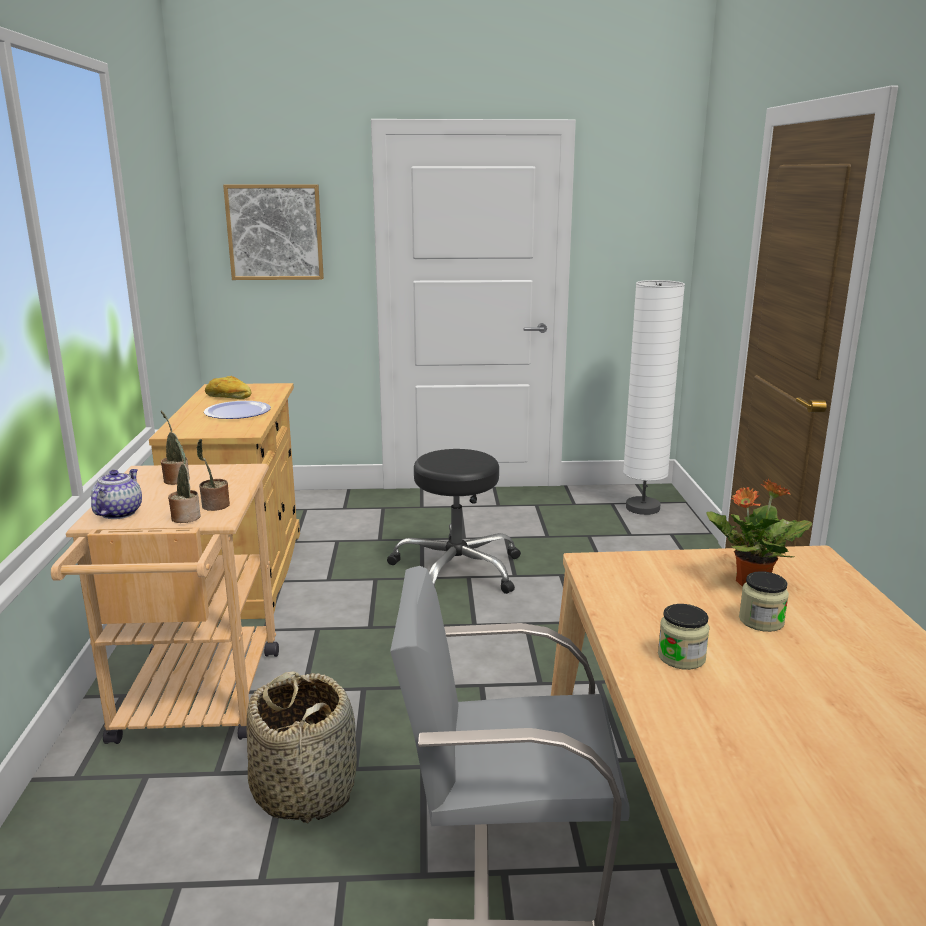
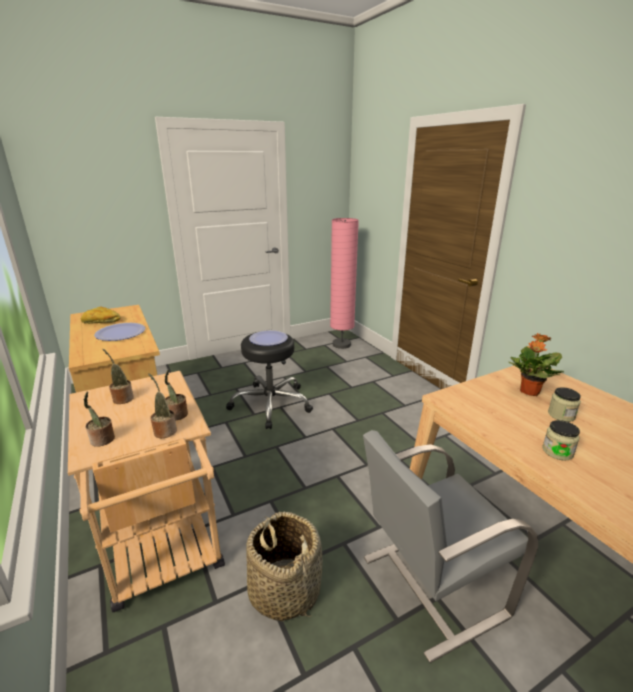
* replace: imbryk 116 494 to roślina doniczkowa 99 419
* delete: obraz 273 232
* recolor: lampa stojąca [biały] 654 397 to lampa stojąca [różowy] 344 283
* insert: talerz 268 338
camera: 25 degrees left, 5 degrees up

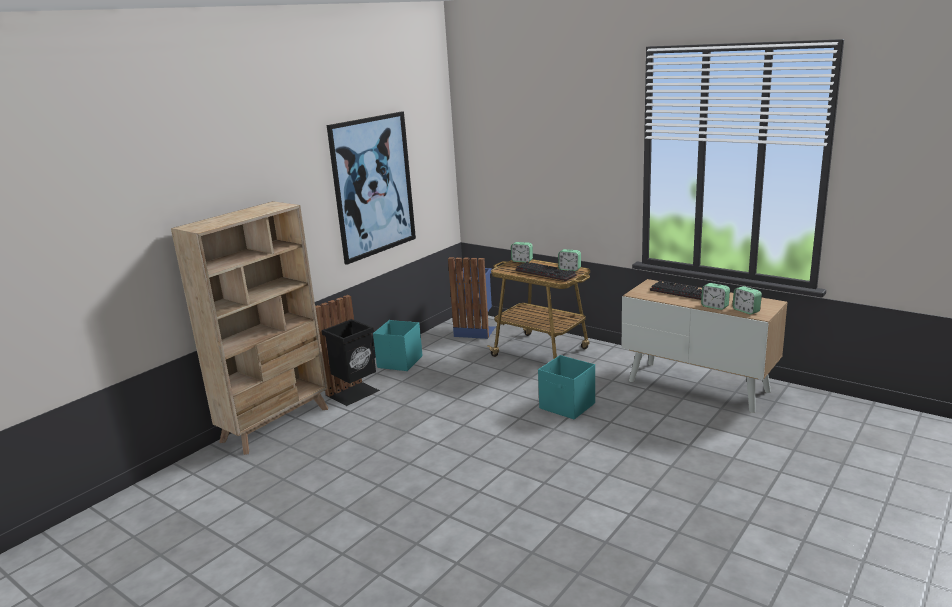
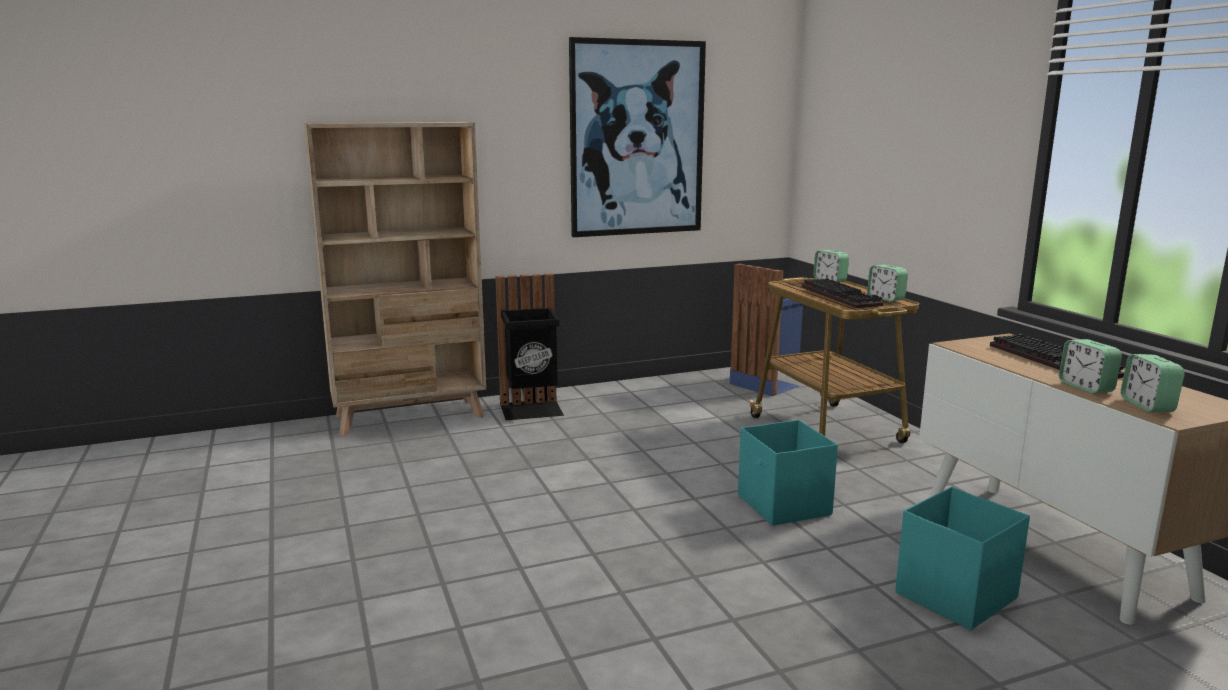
* move: pojemnik do przechowywania [turkusowy] 397 345 to 962 558
camera: 30 degrees right, 5 degrees down

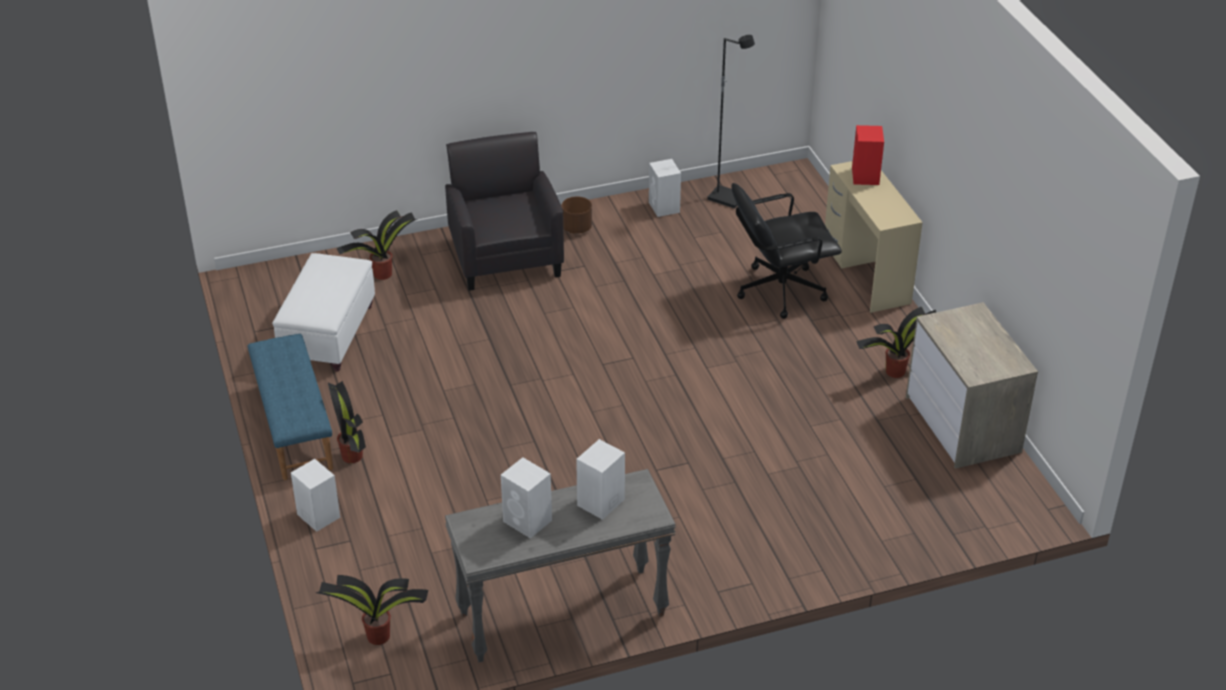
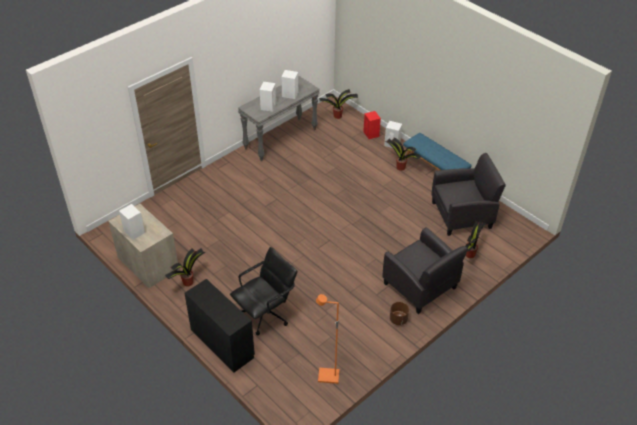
* replace: pufa [biały] 323 312 to fotel [czarny] 469 194
* move: głośnik [biały] 665 188 to 132 222
* recolor: lampa stojąca [czarny] 731 121 to lampa stojąca [pomarańczowy] 327 339
* recolor: biurko [beżowy] 874 237 to biurko [czarny] 219 325
* move: głośnik [czerwony] 868 155 to 372 125
camera: 155 degrees right, 5 degrees up

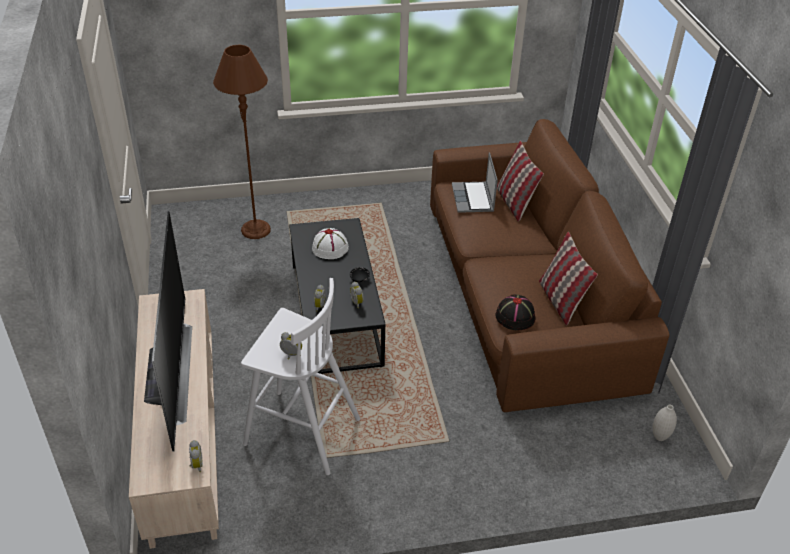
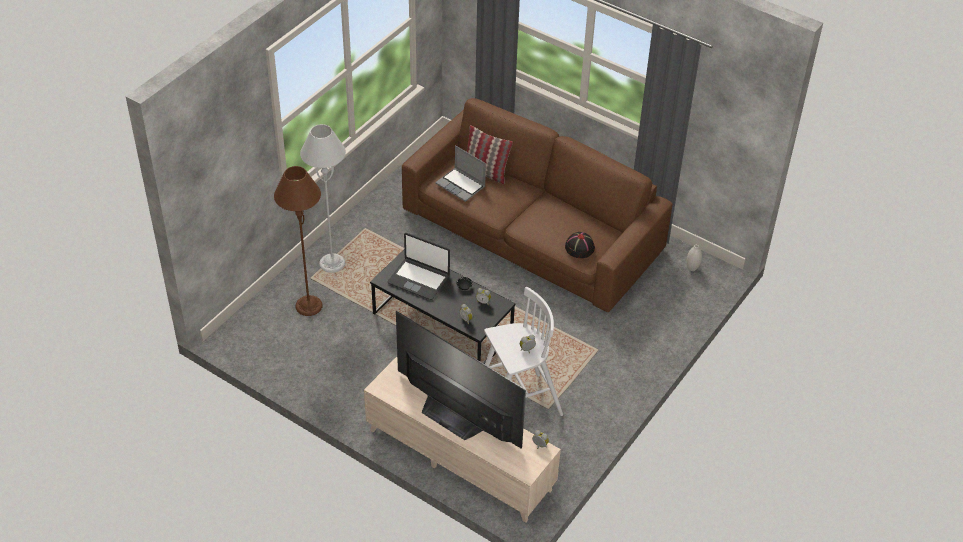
* replace: kapelusz [biały] 330 243 to laptop 419 266
* delete: poduszka 568 278
* insert: lampa stojąca [szary] 323 198
camera: 45 degrees left, 5 degrees up

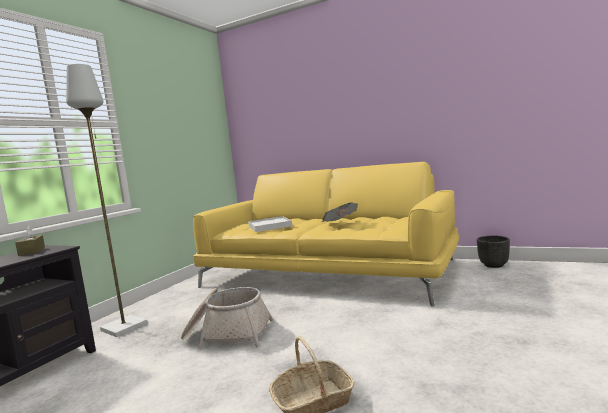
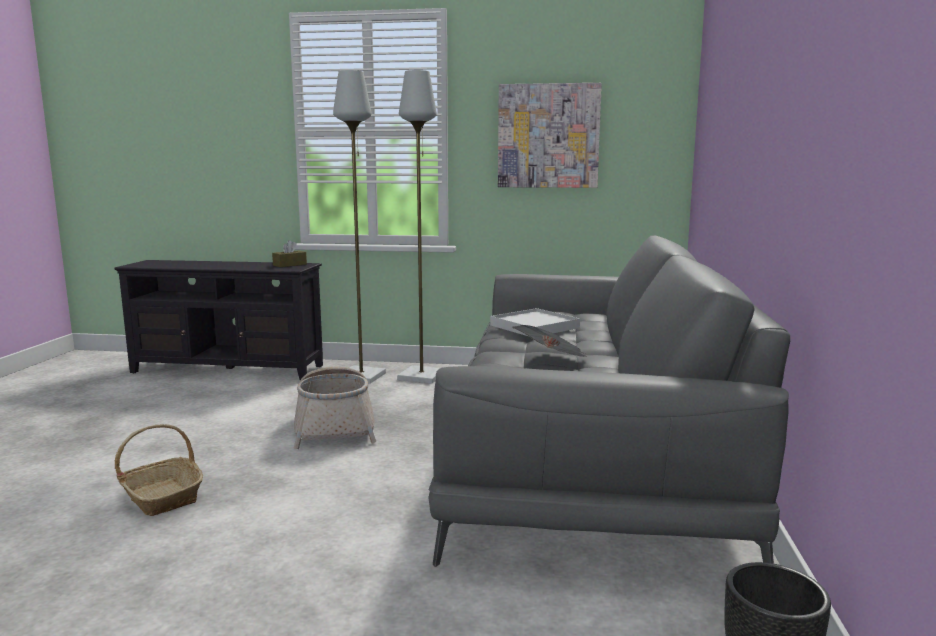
* recolor: kanapa [żółty] 326 234 to kanapa [szary] 609 401
* insert: lampa stojąca [szary] 418 227
* insert: obraz 550 135
camera: 70 degrees right, 5 degrees up

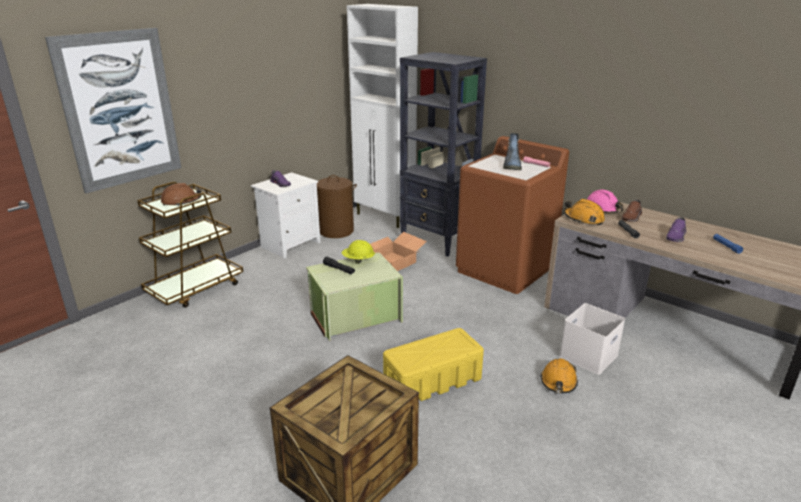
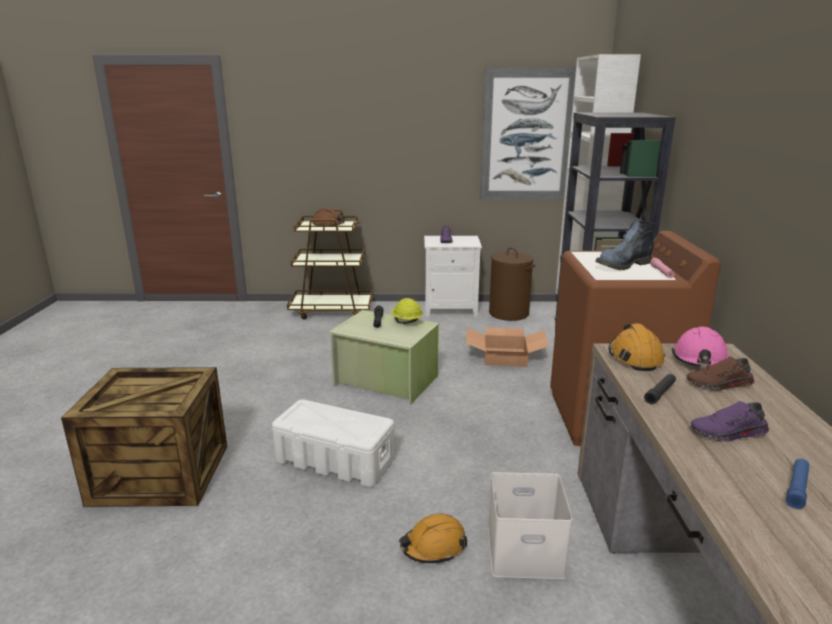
* move: obraz 113 111 to 528 133
* recolor: pojemnik do przechowywania [żółty] 433 364 to pojemnik do przechowywania [biały] 333 443
camera: 50 degrees right, 5 degrees down

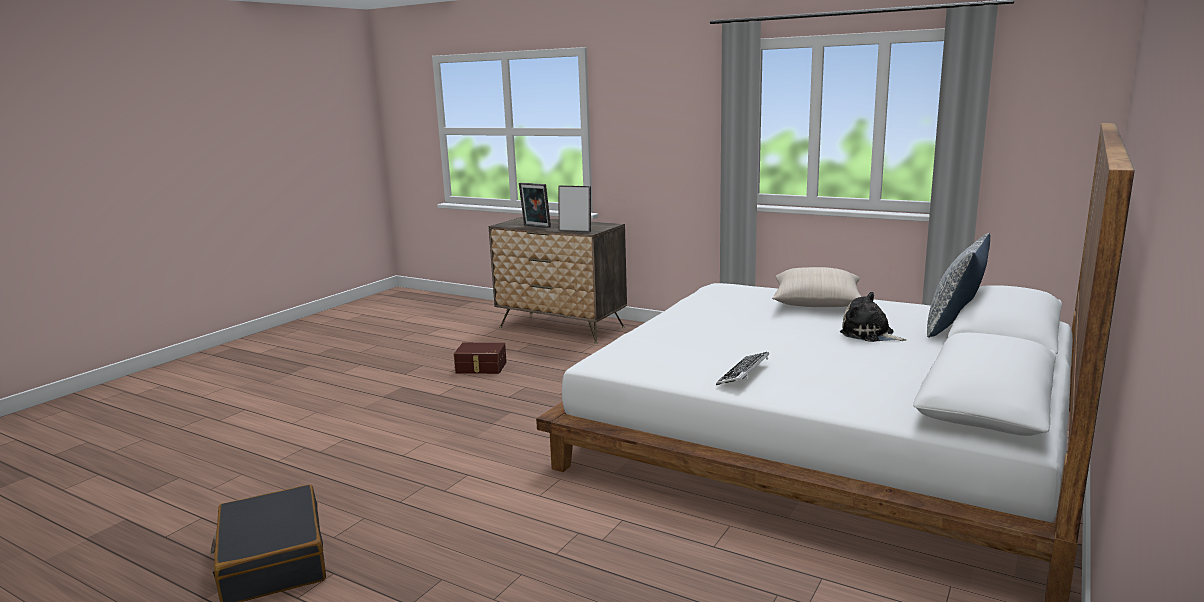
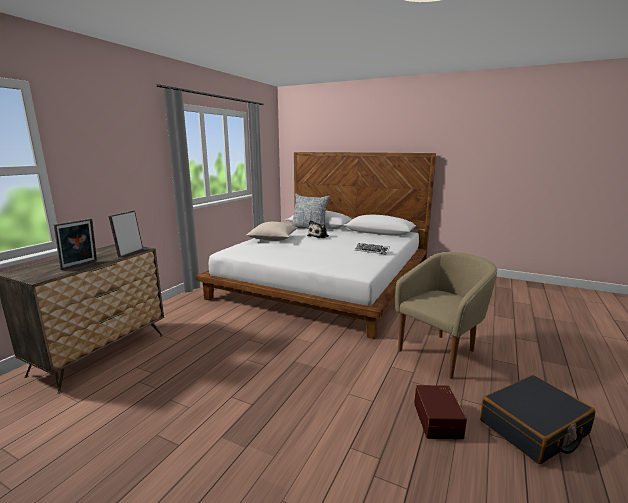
* move: pojemnik do przechowywania [brązowy] 480 358 to 440 412
* insert: fotel [beżowy] 446 315
camera: 95 degrees left, 0 degrees up

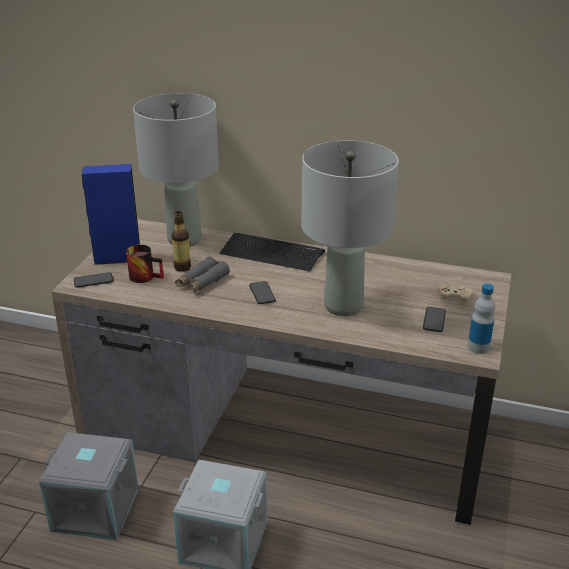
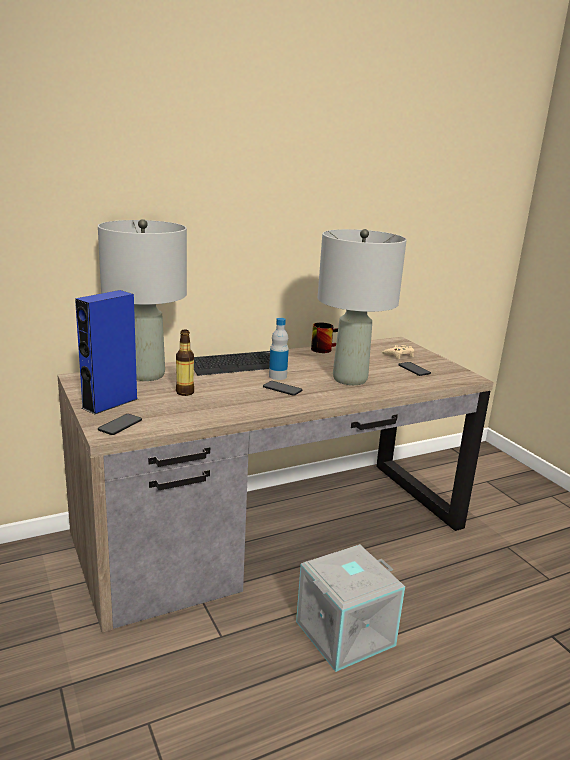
* delete: pojemnik do przechowywania [szary] 89 486
* move: kubek 145 264 to 324 338
* delete: lornetka [szary] 202 275
* move: butelka 481 319 to 279 349
camera: 45 degrees left, 10 degrees down

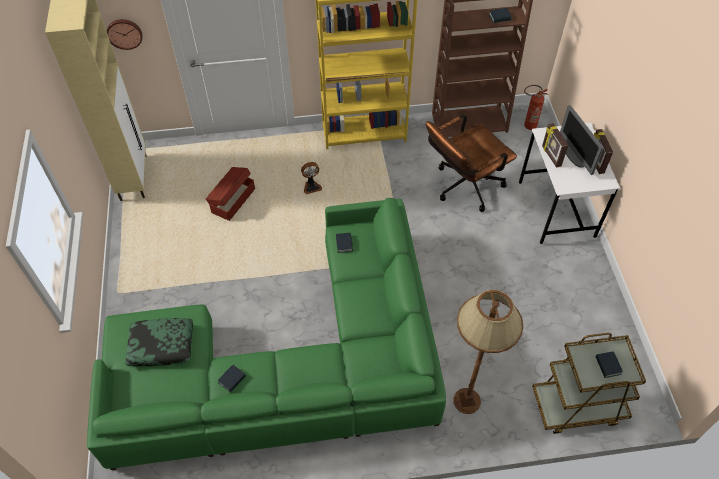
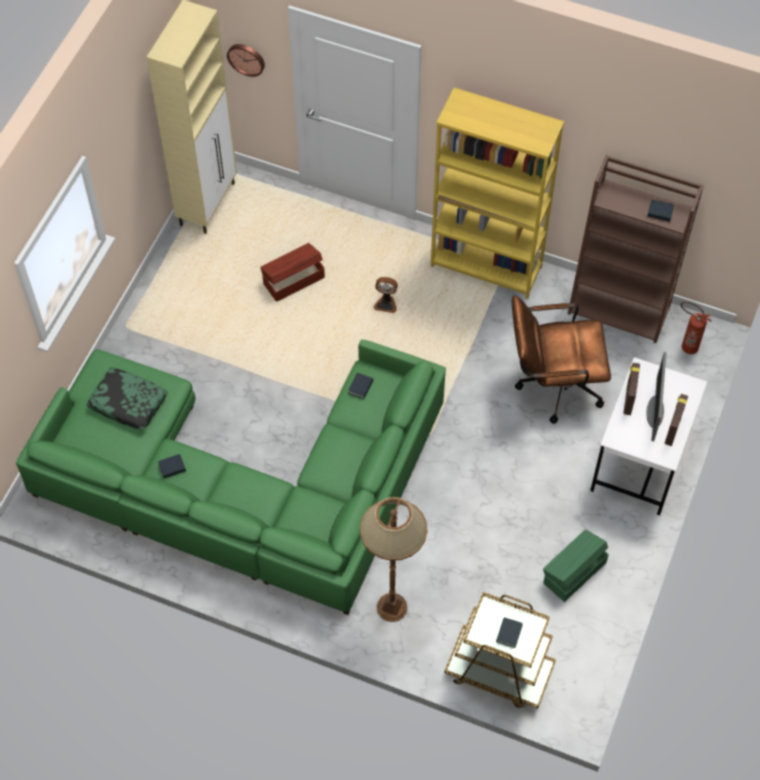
* insert: pojemnik do przechowywania [zielony] 576 565
camera: 30 degrees right, 5 degrees up

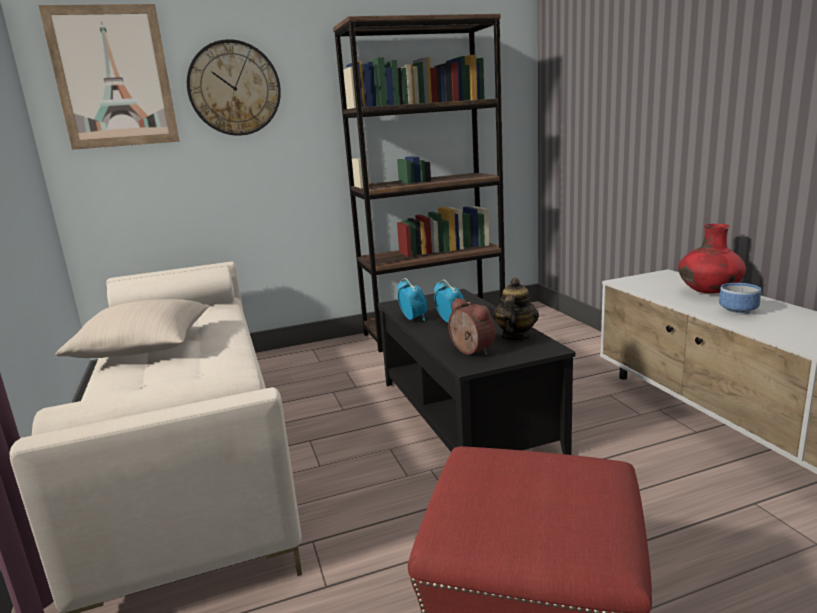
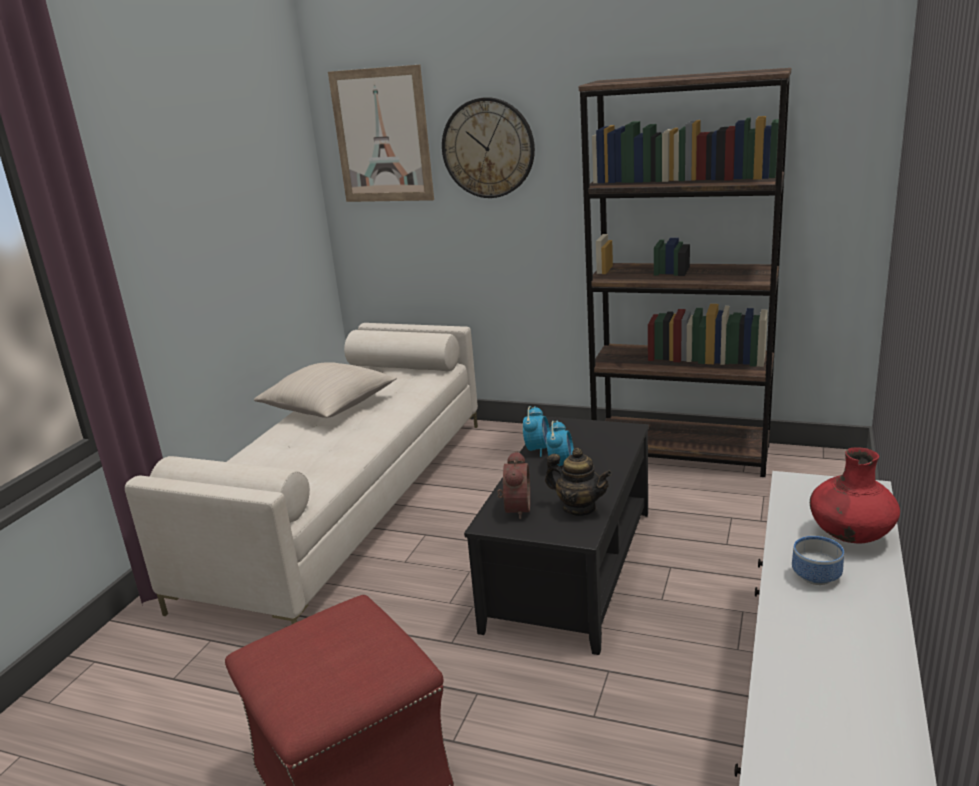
* rotate: imbryk 516 309 = 578 482 60 degrees clockwise
camera: 40 degrees right, 5 degrees up

